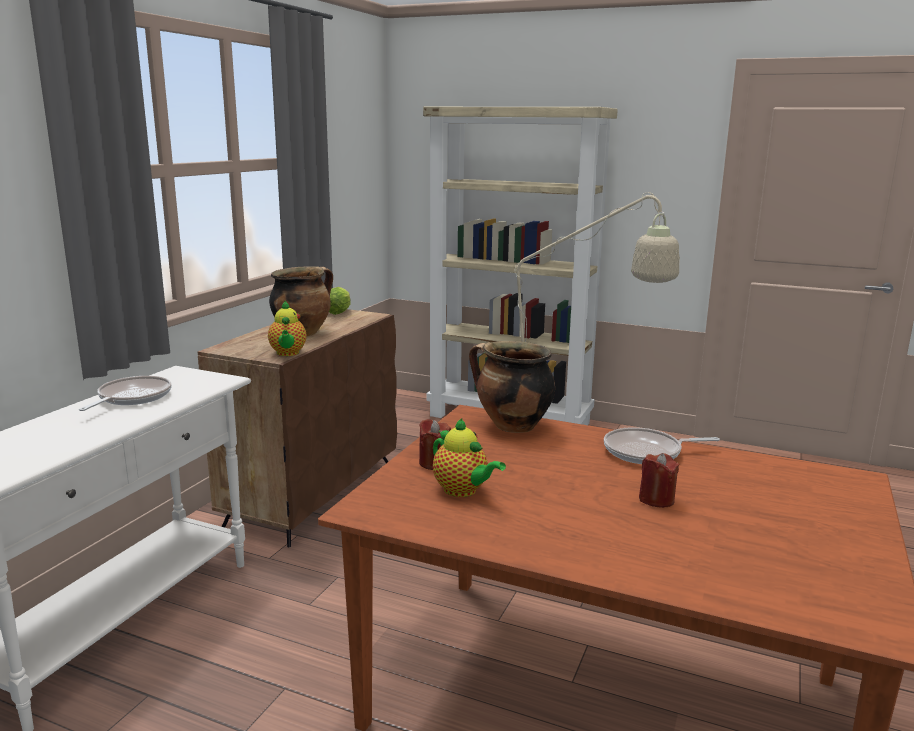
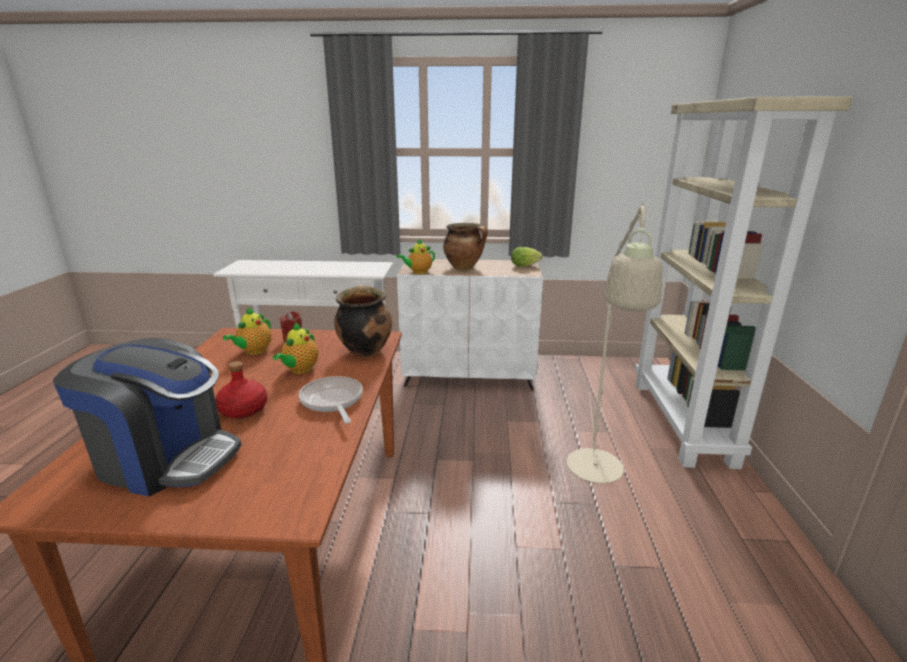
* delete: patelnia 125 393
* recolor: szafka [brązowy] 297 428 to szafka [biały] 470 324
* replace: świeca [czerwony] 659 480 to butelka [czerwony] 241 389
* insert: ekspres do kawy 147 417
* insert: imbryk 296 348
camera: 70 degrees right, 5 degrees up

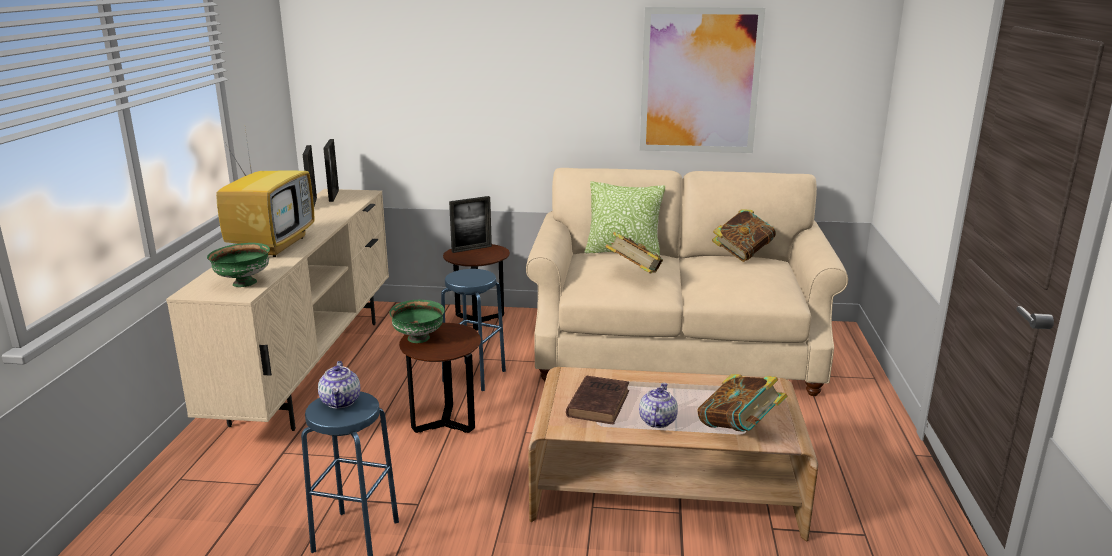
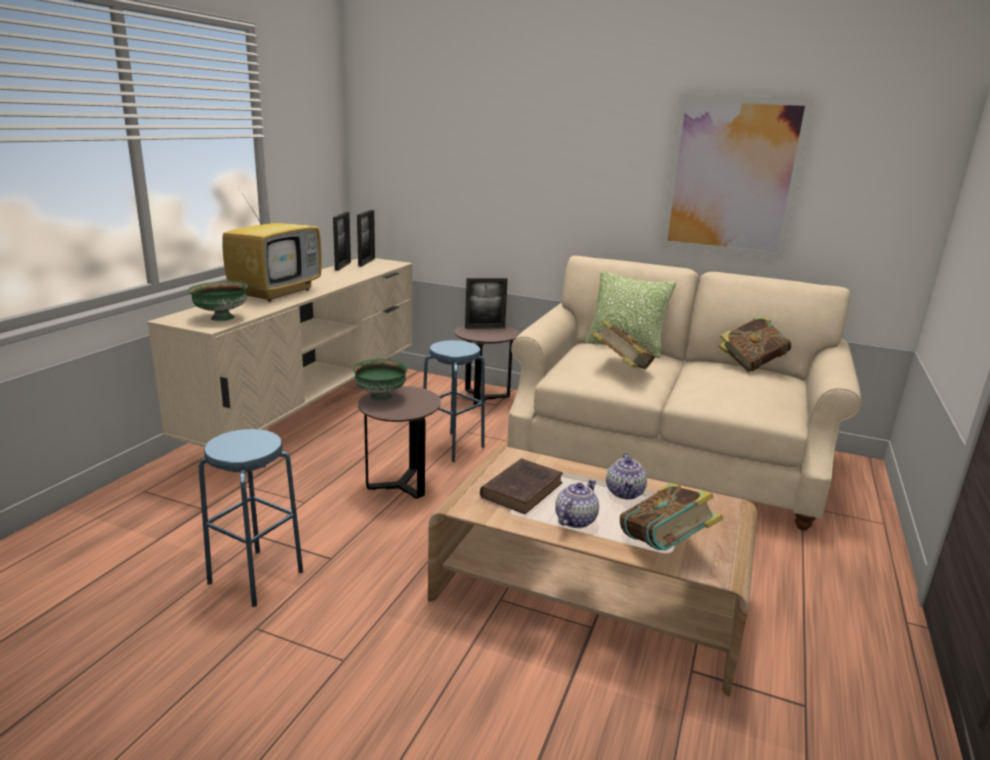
* move: imbryk 339 384 to 626 476
camera: 15 degrees right, 0 degrees up

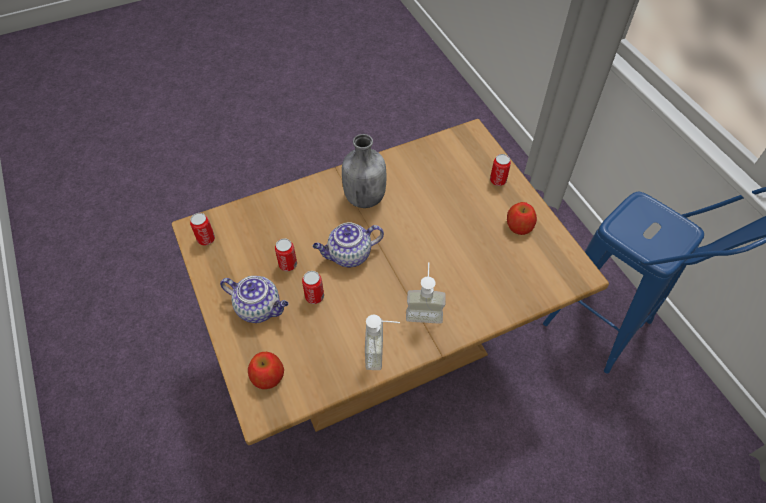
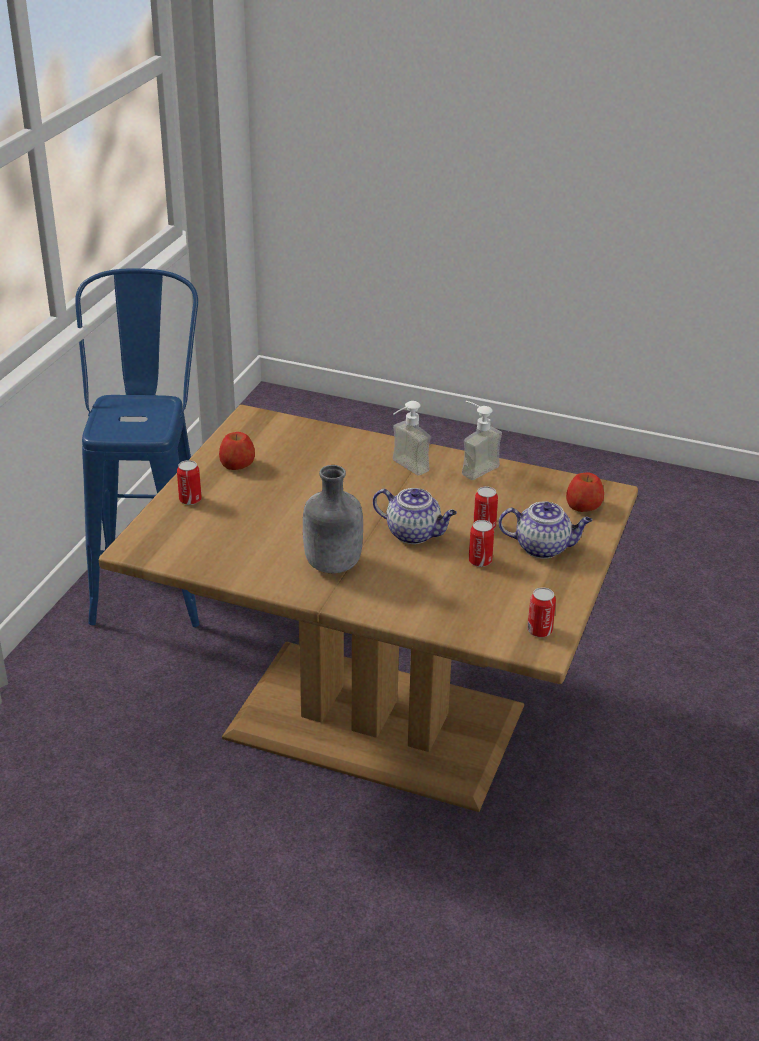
* rotate: imbryk 254 299 = 545 530 120 degrees clockwise
camera: 135 degrees left, 20 degrees down

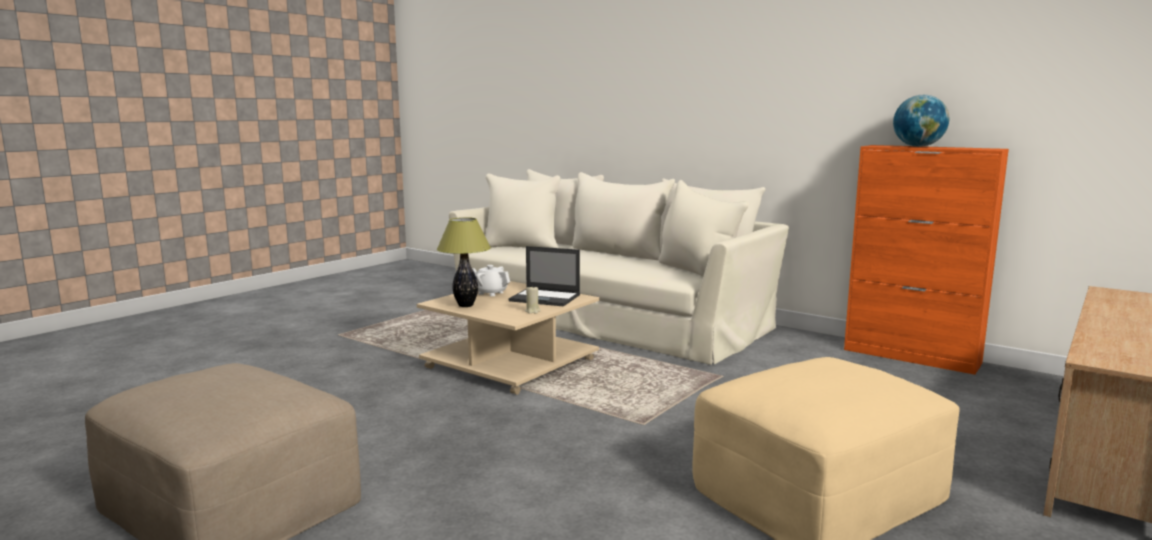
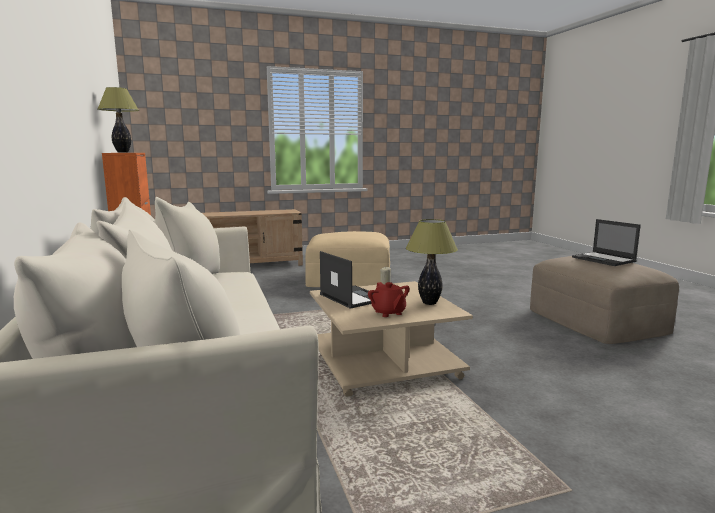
* recolor: imbryk [biały] 491 280 to imbryk [czerwony] 389 299
* replace: globus 921 121 to lampa stołowa 118 120
* insert: laptop 606 242
camera: 145 degrees left, 0 degrees up

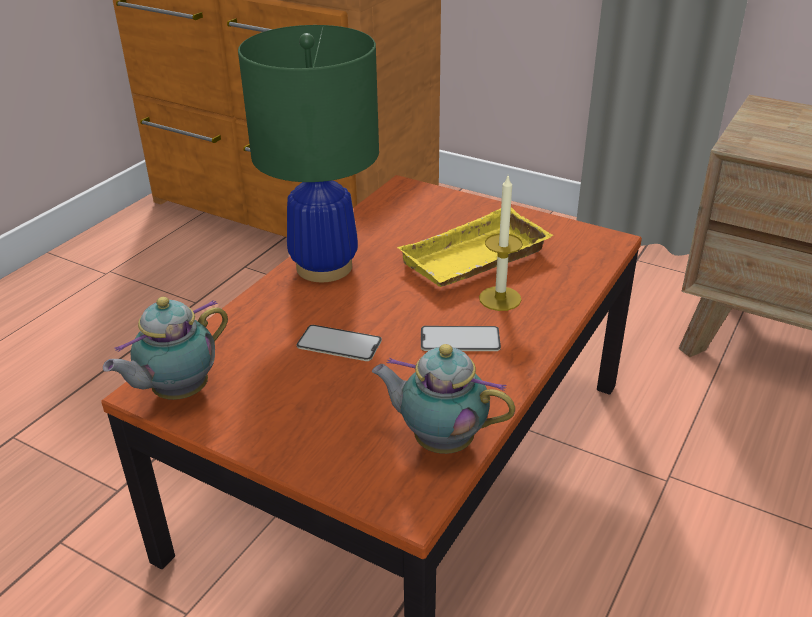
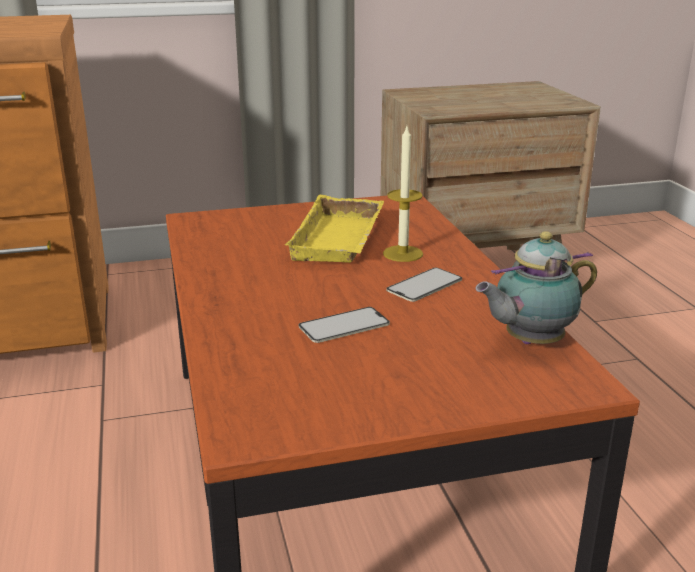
* delete: imbryk 165 348
* delete: lampa stołowa [zielony] 308 153
camera: 45 degrees left, 10 degrees down

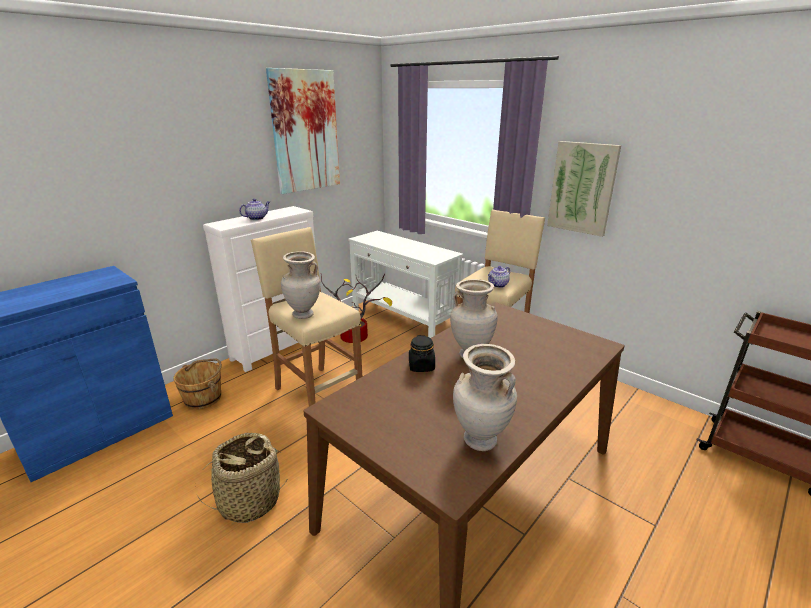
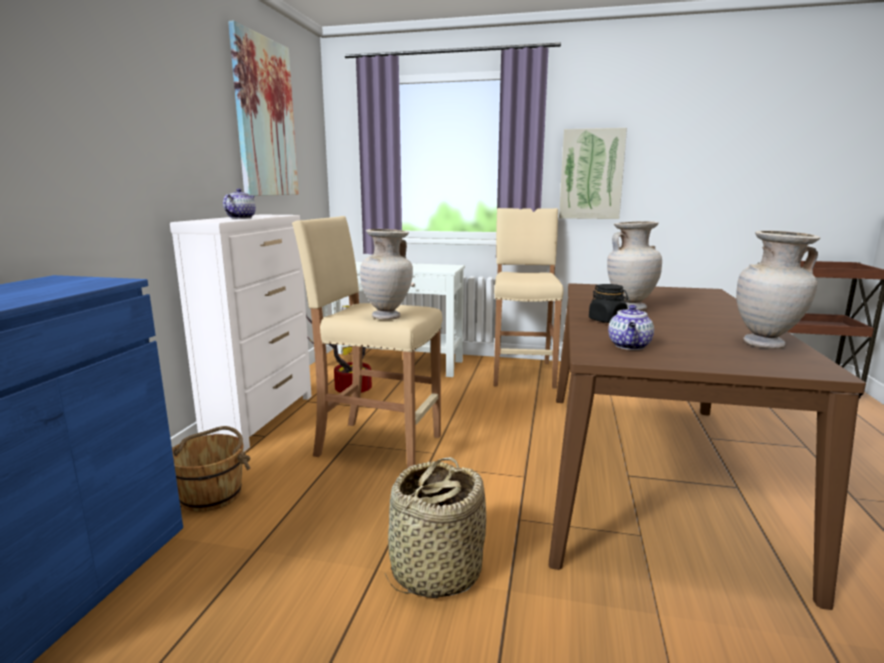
* move: imbryk 499 277 to 631 327
camera: 30 degrees left, 10 degrees down

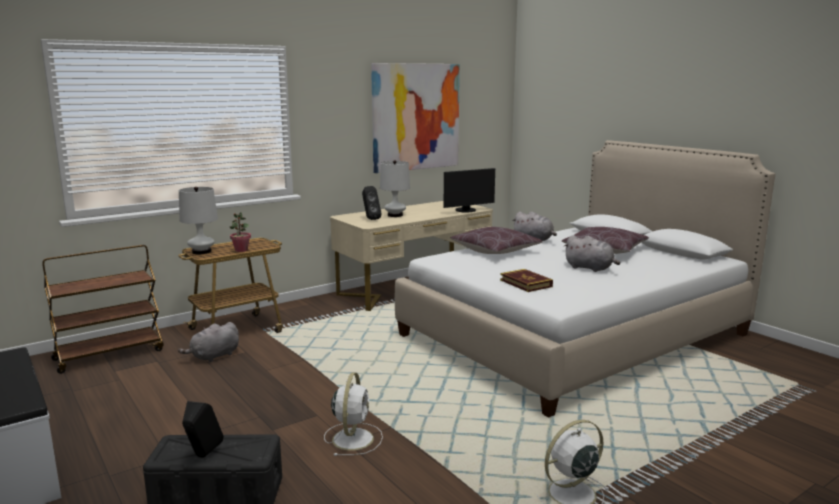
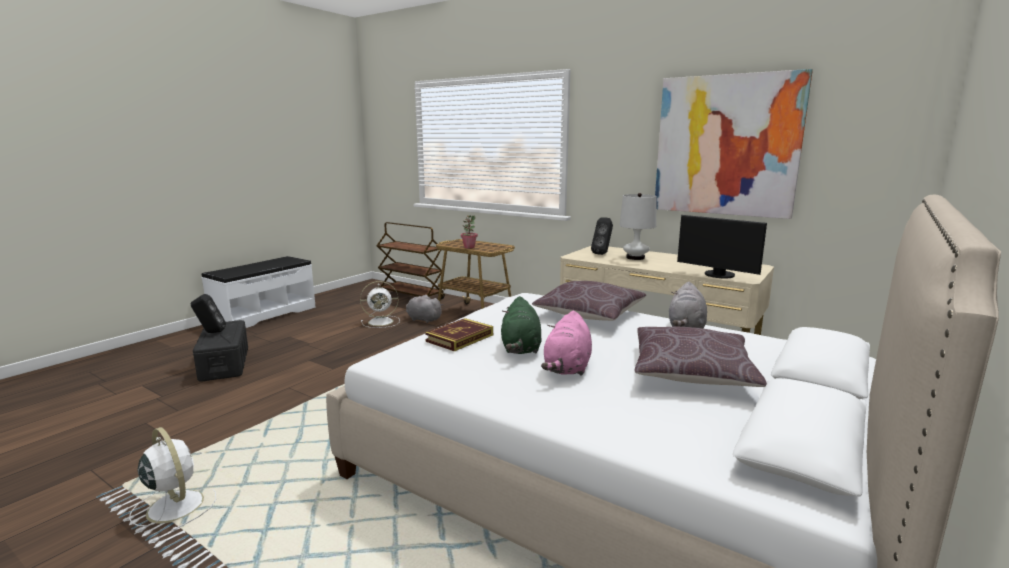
* delete: lampa stołowa [biały] 198 220
* move: wentylator [biały] 353 414 to 380 304
* recolor: pluszak [szary] 592 253 to pluszak [różowy] 566 343
* insert: pluszak [zielony] 521 325
camera: 70 degrees right, 0 degrees up

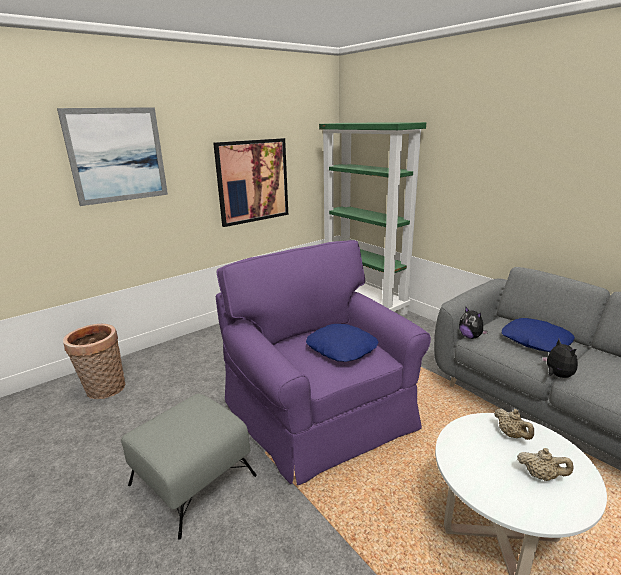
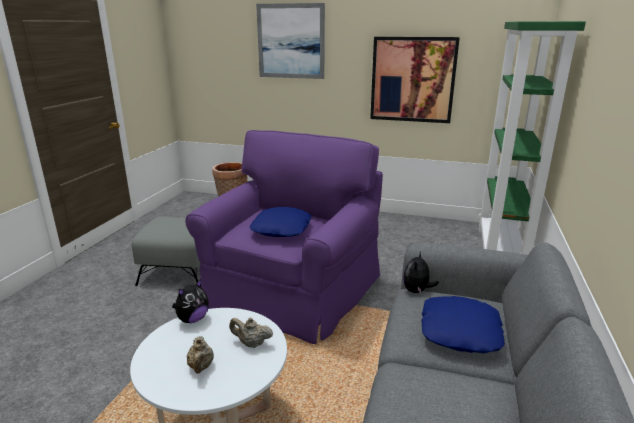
* rotate: imbryk [beżowy] 514 424 = 251 332 75 degrees clockwise
* move: pluszak 559 358 to 190 301
camera: 55 degrees right, 0 degrees up

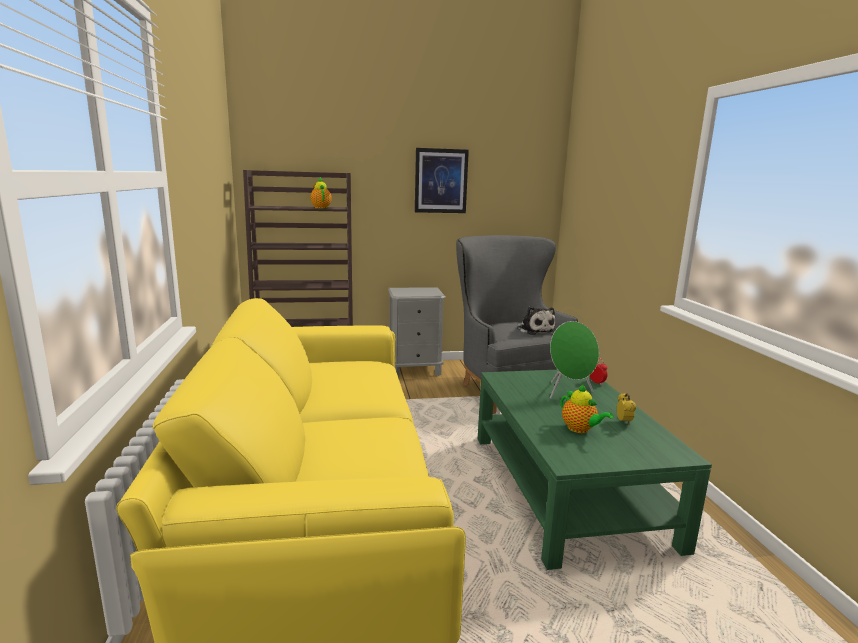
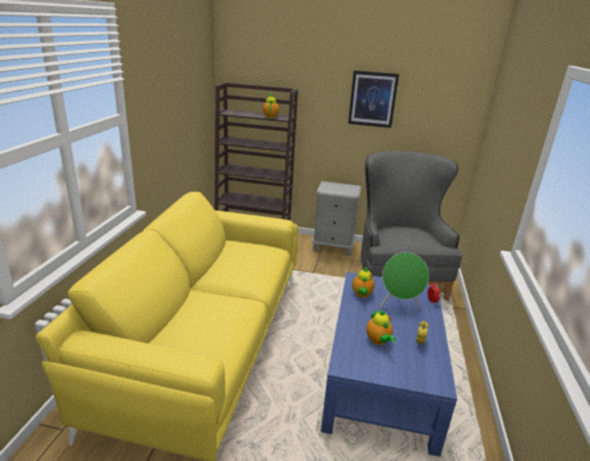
* recolor: ława [zielony] 595 470 to ława [niebieski] 389 364
* delete: pluszak 536 320
* insert: imbryk 363 282
camera: 20 degrees right, 10 degrees up

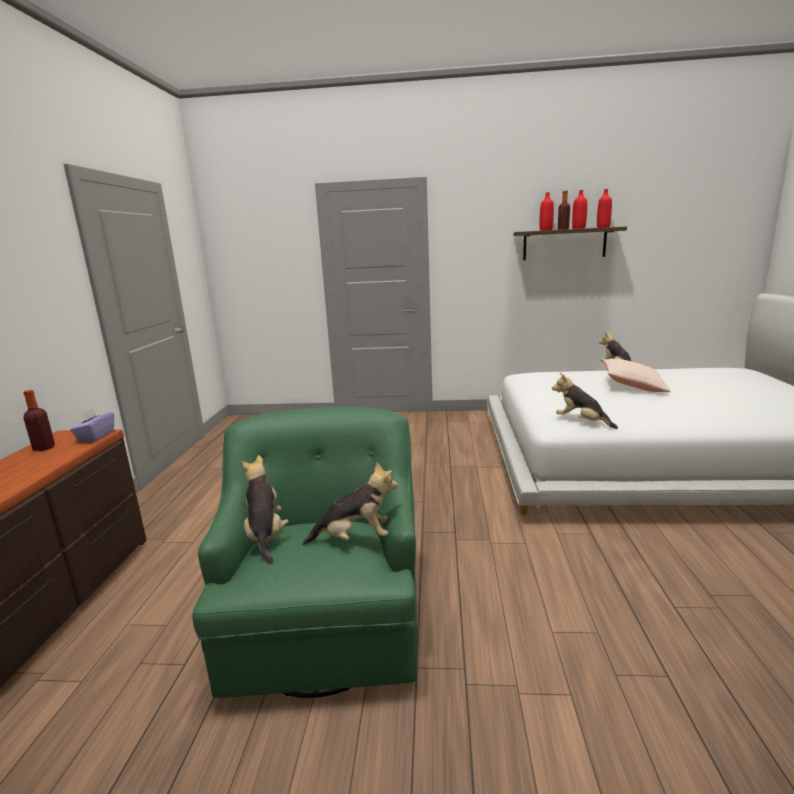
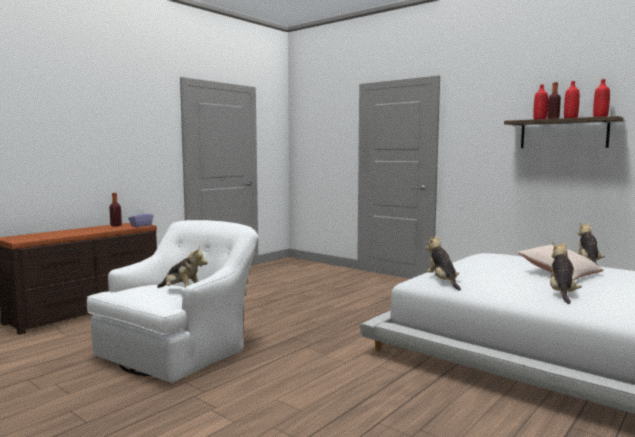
* recolor: fotel [zielony] 305 552 to fotel [biały] 172 301
* move: pluszak 265 509 to 566 273
camera: 35 degrees right, 10 degrees down

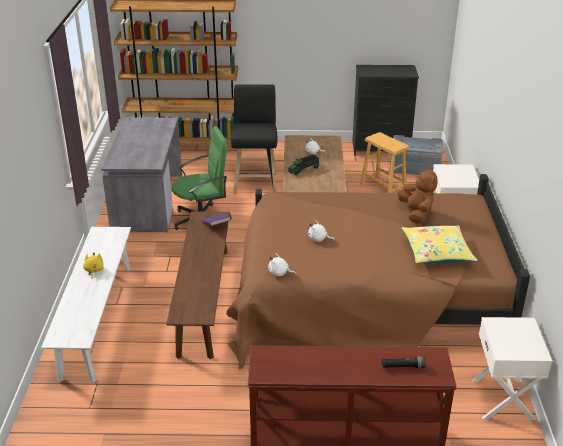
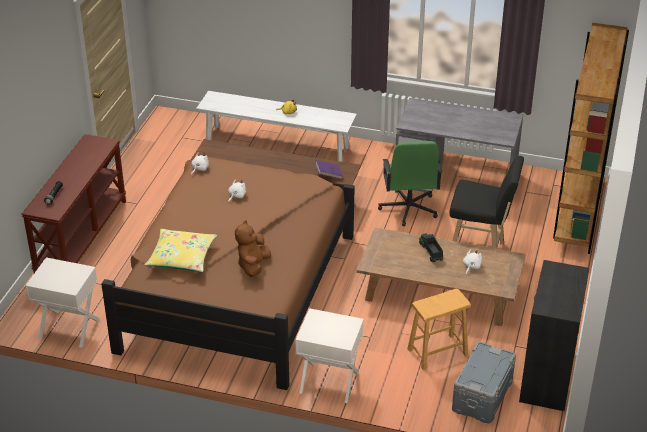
* rotate: pluszak [brązowy] 418 195 = 253 248 105 degrees clockwise
camera: 105 degrees right, 5 degrees up

